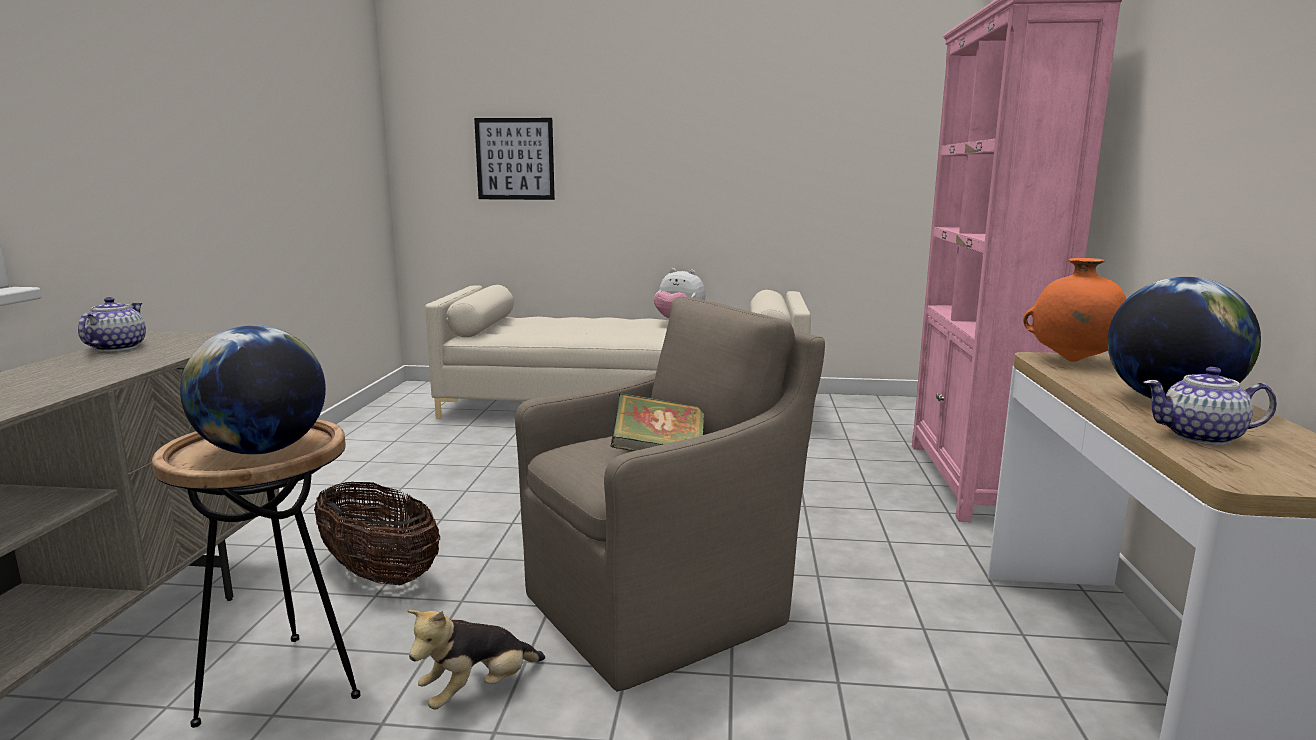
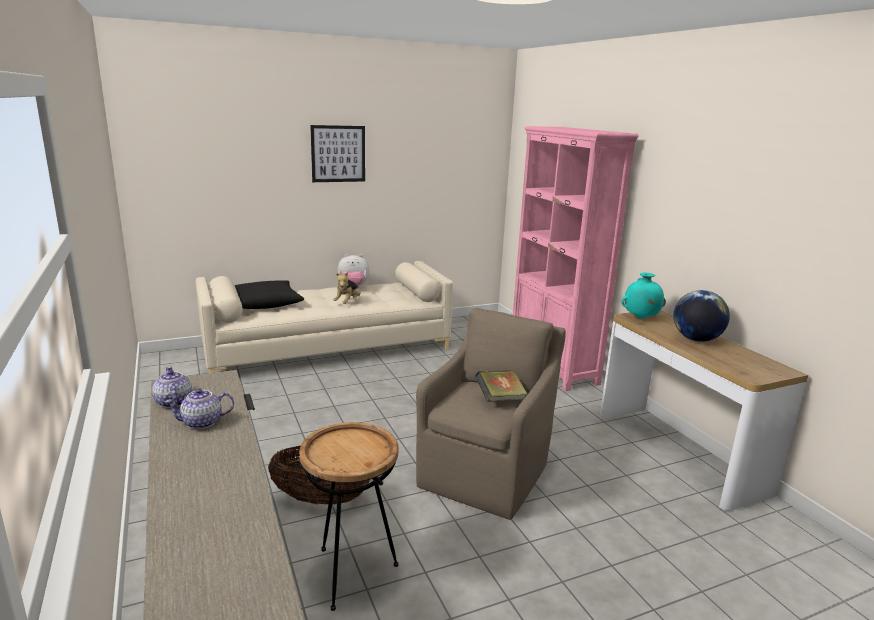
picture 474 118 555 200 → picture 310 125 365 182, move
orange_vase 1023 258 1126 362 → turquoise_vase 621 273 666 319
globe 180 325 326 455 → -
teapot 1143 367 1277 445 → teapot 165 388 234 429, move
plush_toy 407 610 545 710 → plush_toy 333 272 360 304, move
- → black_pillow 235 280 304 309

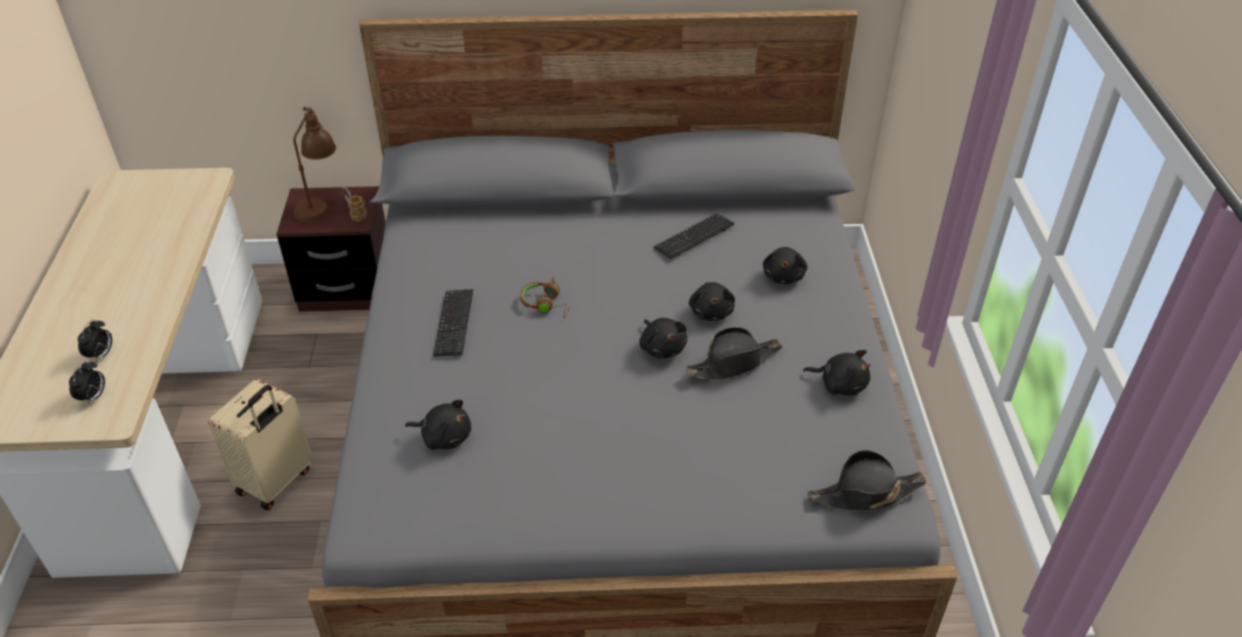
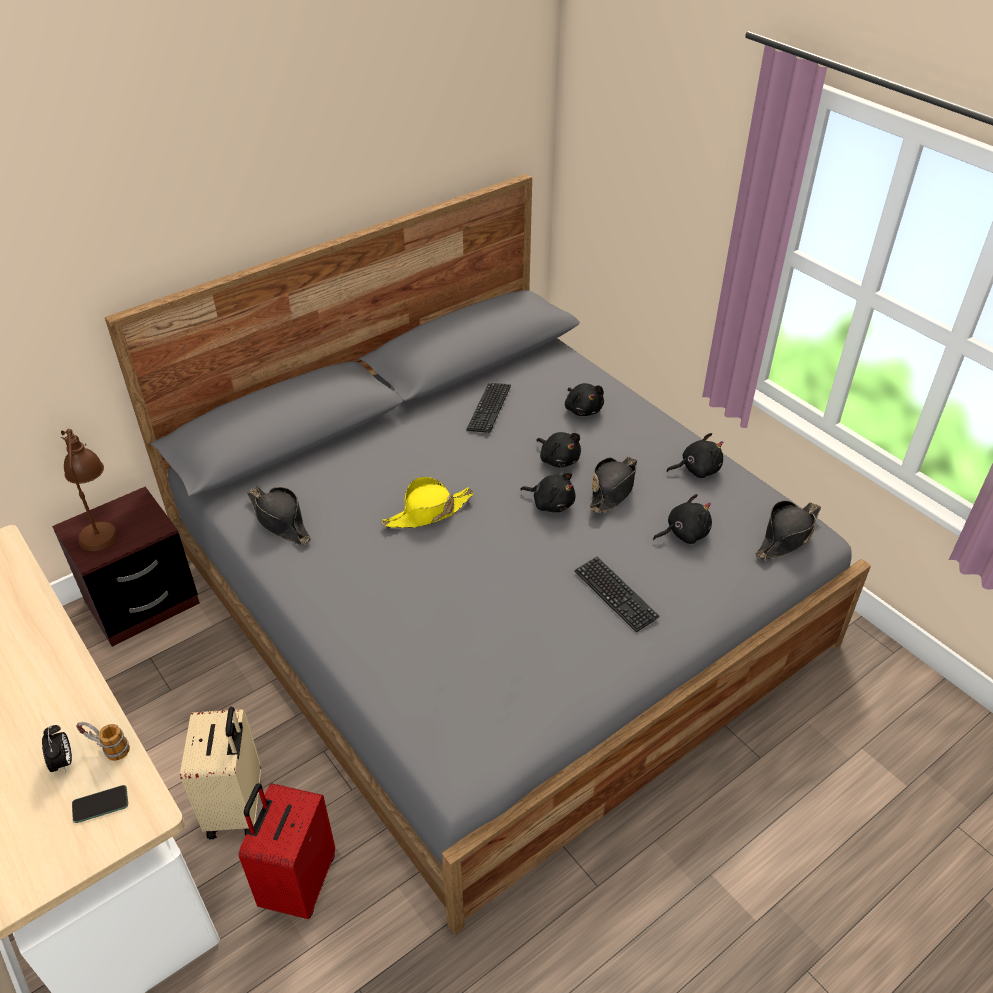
mug 342 187 367 222 → mug 76 722 130 761, move
brown_headphones 520 277 569 317 → yellow_hat 382 477 474 528
keyboard 433 289 473 357 → keyboard 574 557 660 633, move
alarm_clock 69 361 105 406 → phone 72 785 128 823
black_plush_toy 405 400 471 450 → black_plush_toy 653 494 712 544, move
- → black_hat 247 486 311 545
- → red_suitcase 239 783 335 919

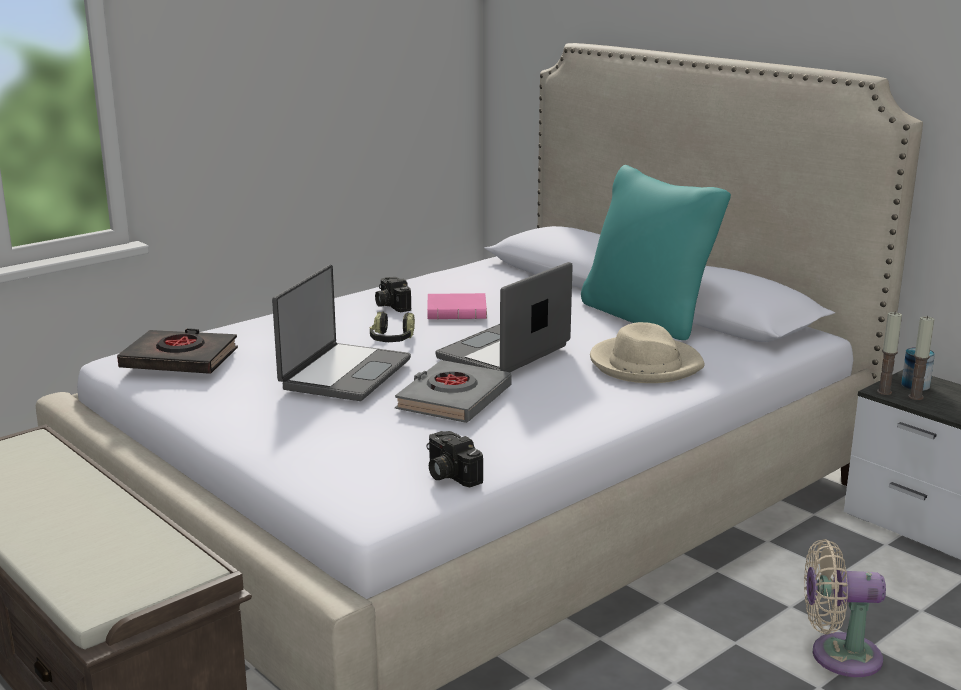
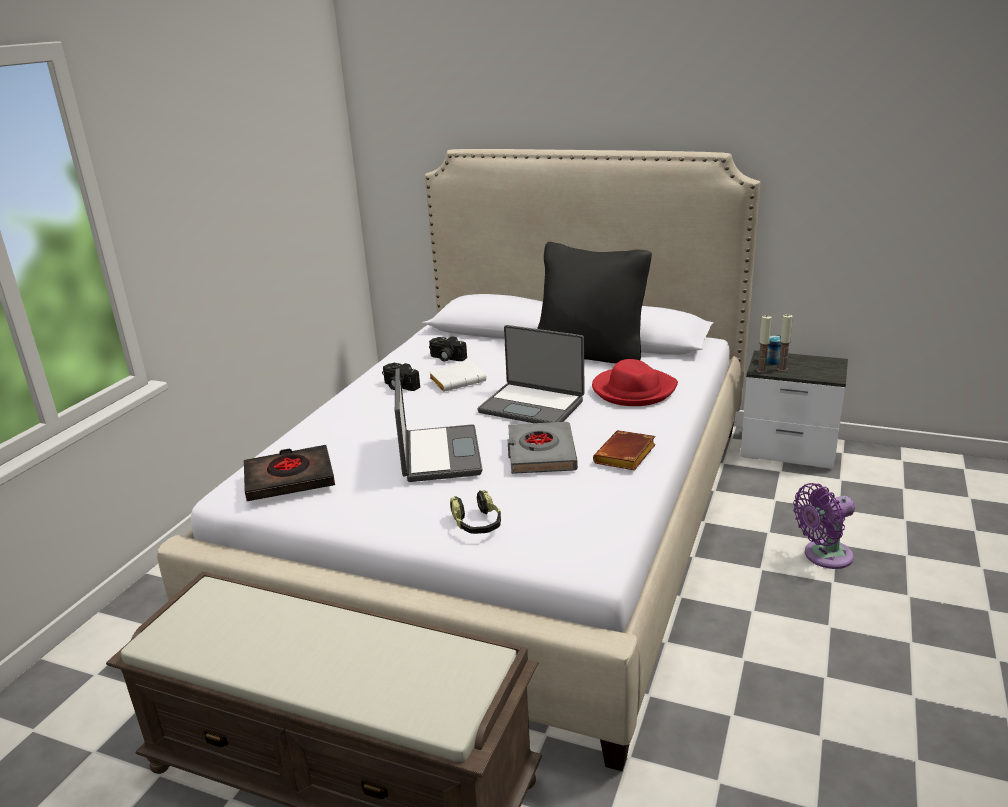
turquoise_pillow 581 165 731 340 → black_pillow 537 242 652 364
laptop 435 262 573 372 → laptop 478 325 585 423, 75 degrees counterclockwise
pink_book 427 293 487 319 → white_book 429 361 486 392
headphones 370 311 415 342 → headphones 450 490 501 534, move
beige_hat 590 322 705 383 → red_hat 592 359 678 406
photo_camera 426 431 483 487 → photo_camera 429 336 467 361, move
beige_fan 804 539 886 677 → purple_fan 793 483 855 569
- → brown_book 593 430 656 470

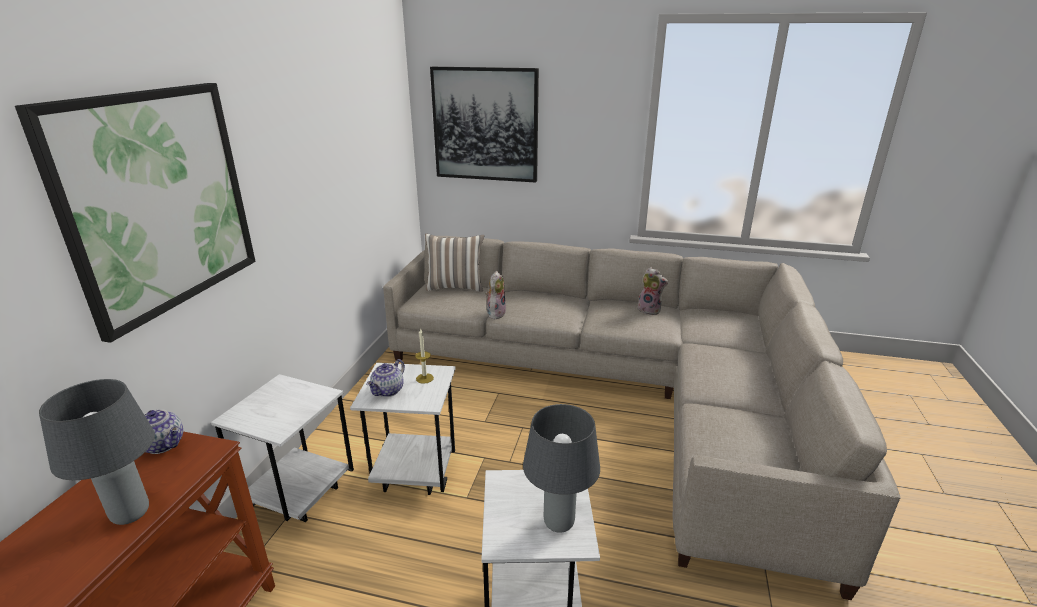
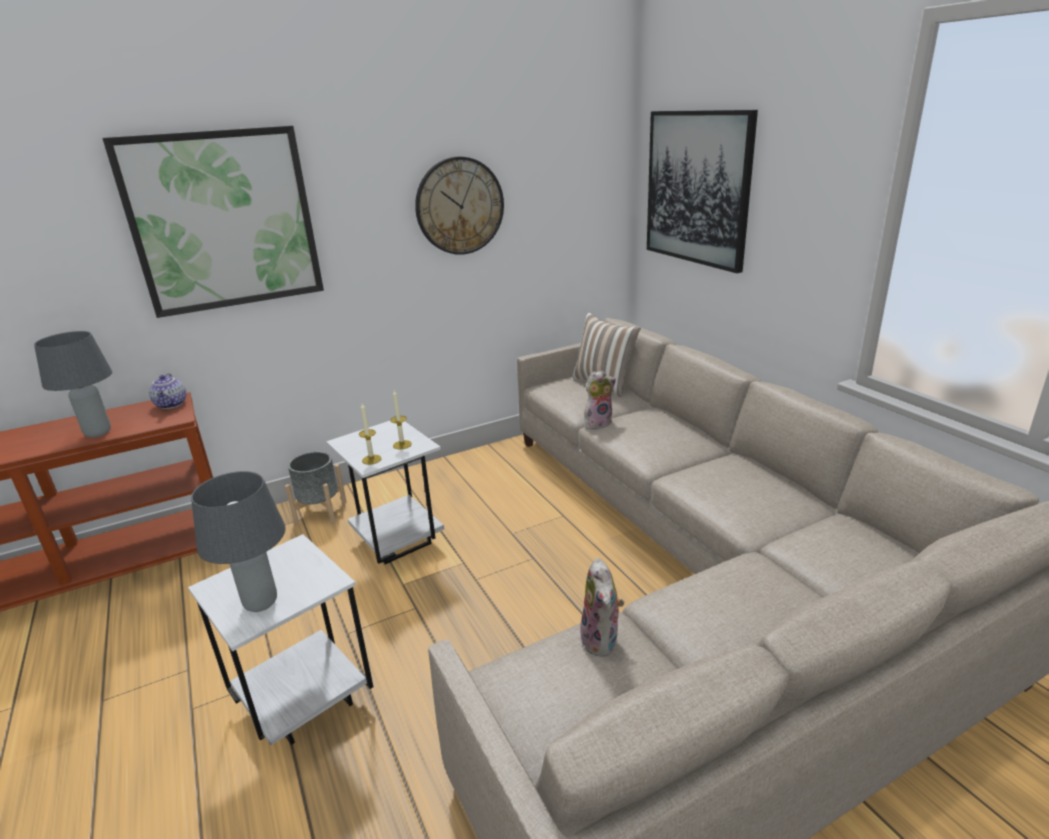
plush_toy 637 267 668 315 → plush_toy 579 558 624 657, move
teapot 366 359 405 397 → -
white_side_table 211 374 354 522 → grey_planter 285 451 347 525
- → wall_clock 415 157 504 255
- → candle 359 403 382 465

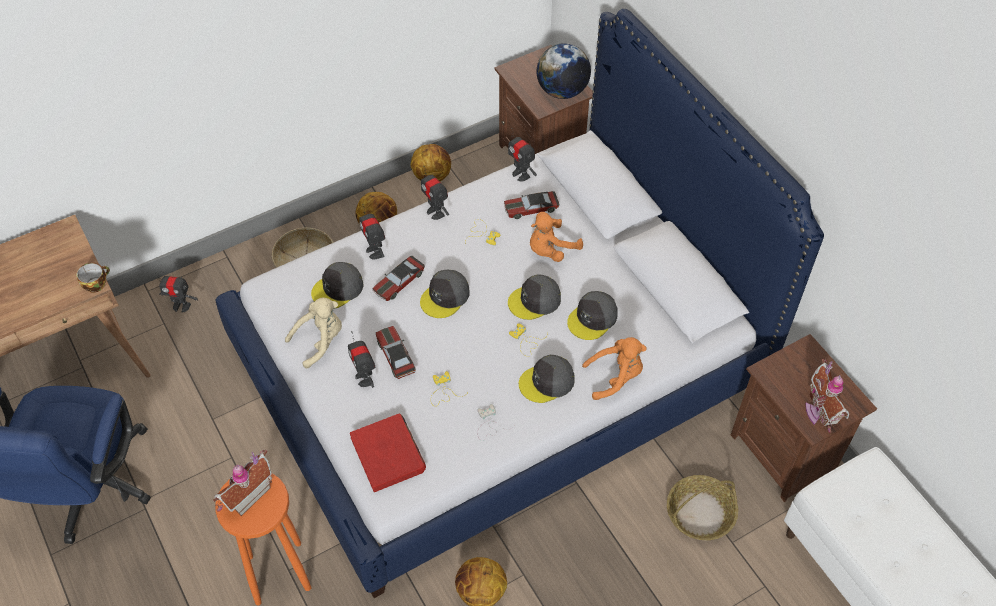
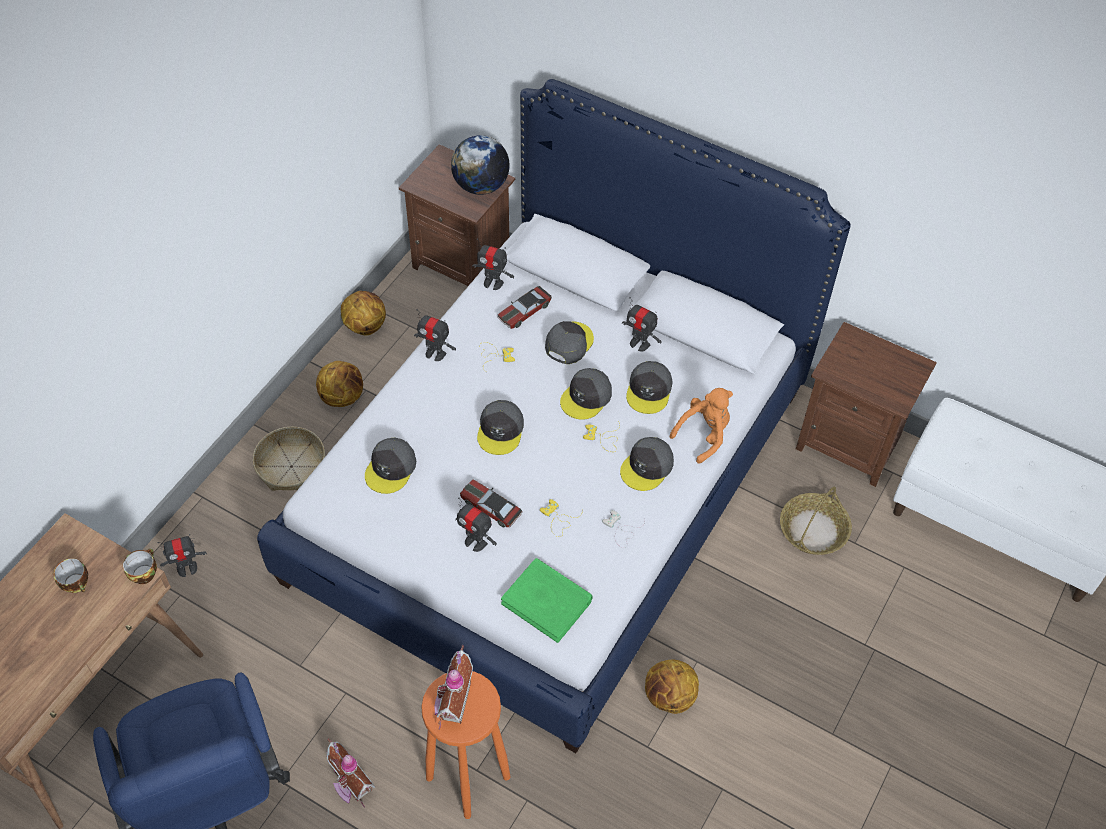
toy_robot 359 204 385 259 → toy_robot 622 297 662 352, move
orange_plush_toy 530 212 583 262 → grey_cap 545 321 594 364
toy_car 372 256 425 301 → -
beige_plush_toy 285 298 342 368 → -
toy_house 805 358 849 433 → toy_house 327 739 375 807, move
red_book 350 414 426 492 → green_book 501 558 593 643
- → cup 54 558 88 593

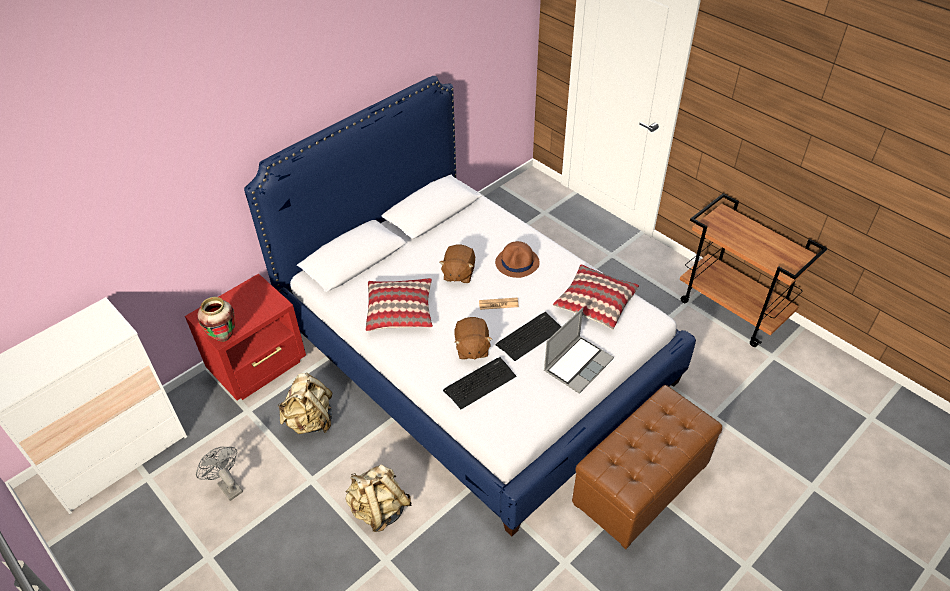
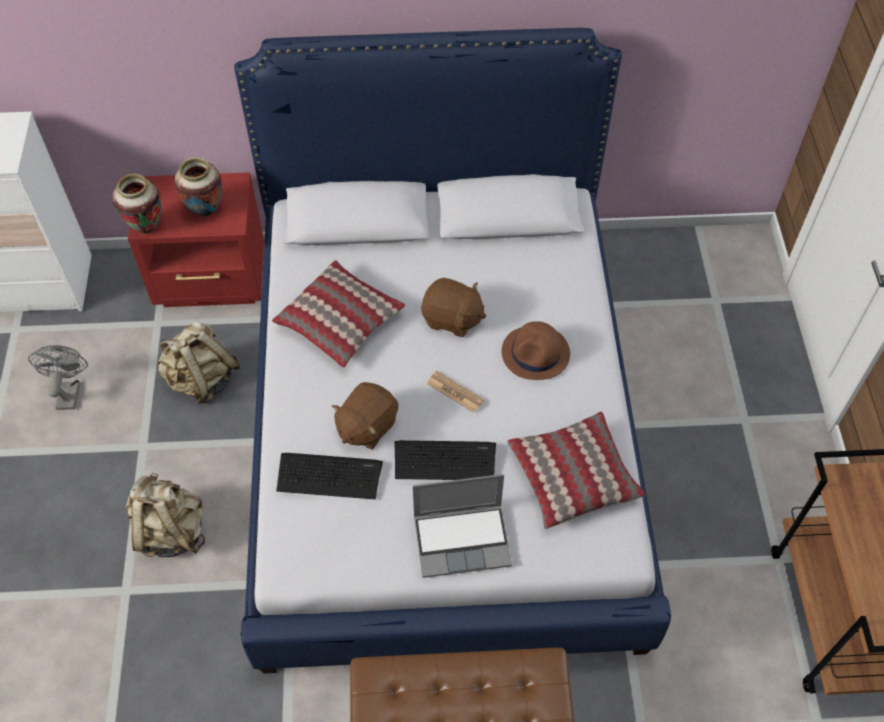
brown_plush_toy 439 244 475 283 → brown_plush_toy 421 278 486 337, 120 degrees counterclockwise
- → vase 175 157 222 217

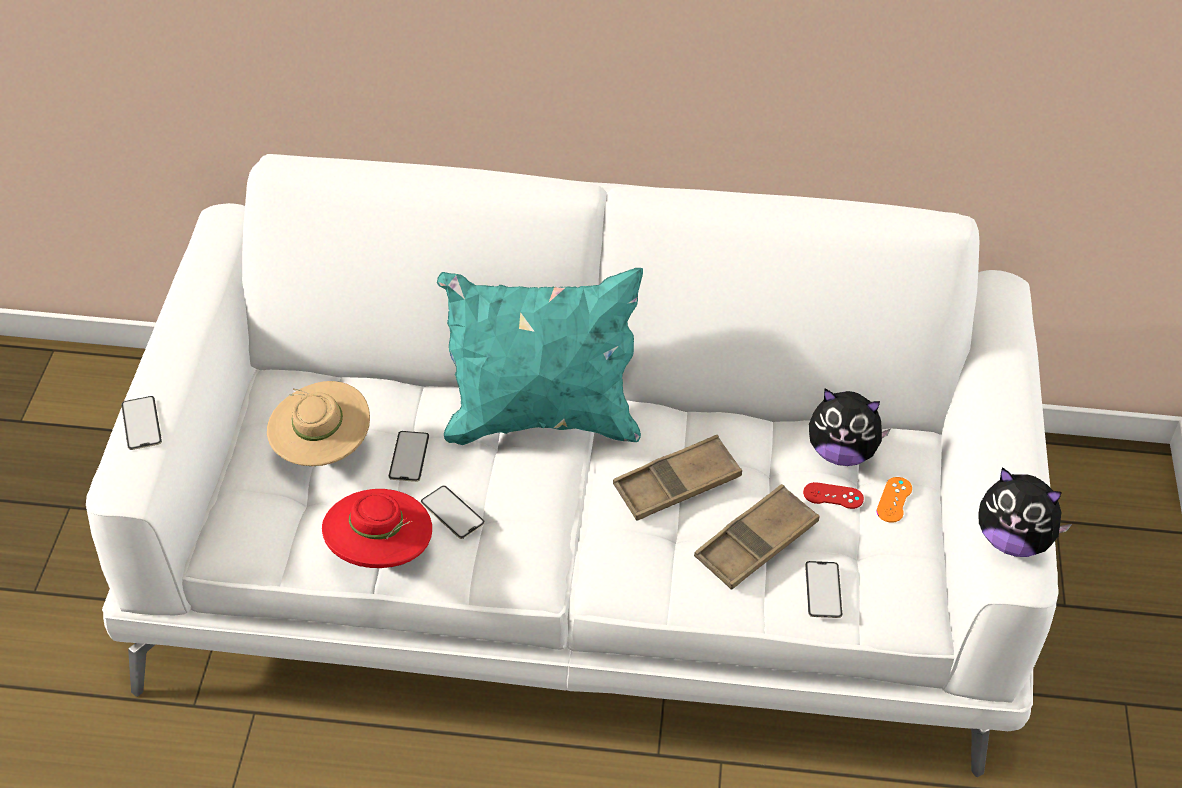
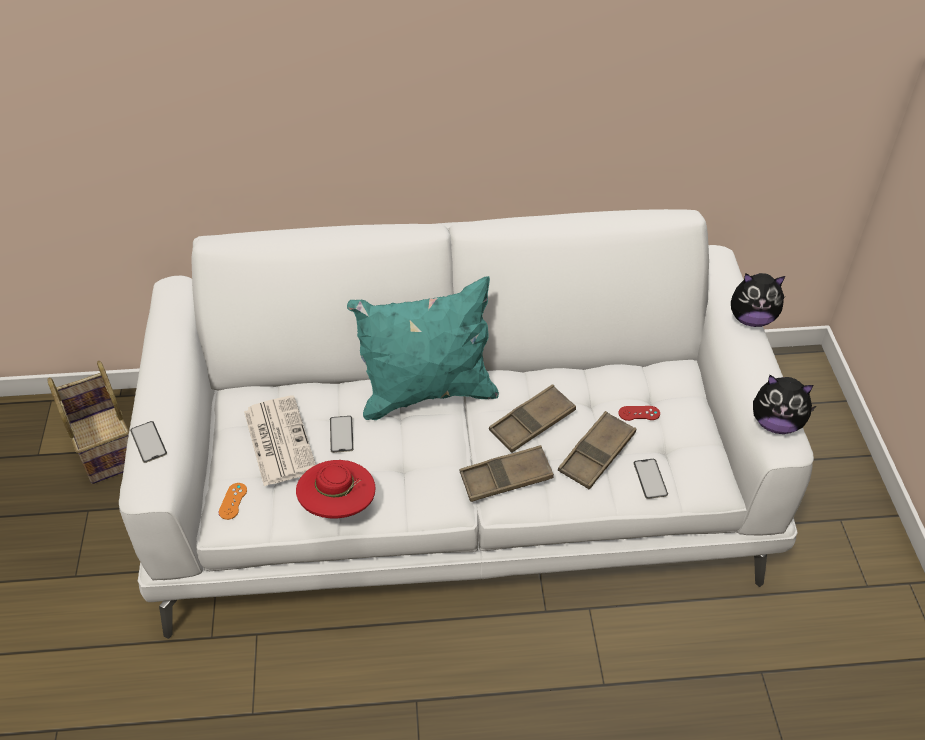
beige_hat 267 381 370 466 → newspaper 244 395 316 486
plush_toy 809 389 891 466 → plush_toy 731 273 785 327, move
orange_game_controller 877 477 912 523 → orange_game_controller 219 483 247 520, move
phone 421 486 485 539 → -
- → basket 47 361 129 484
- → brown_tray 459 445 554 502

